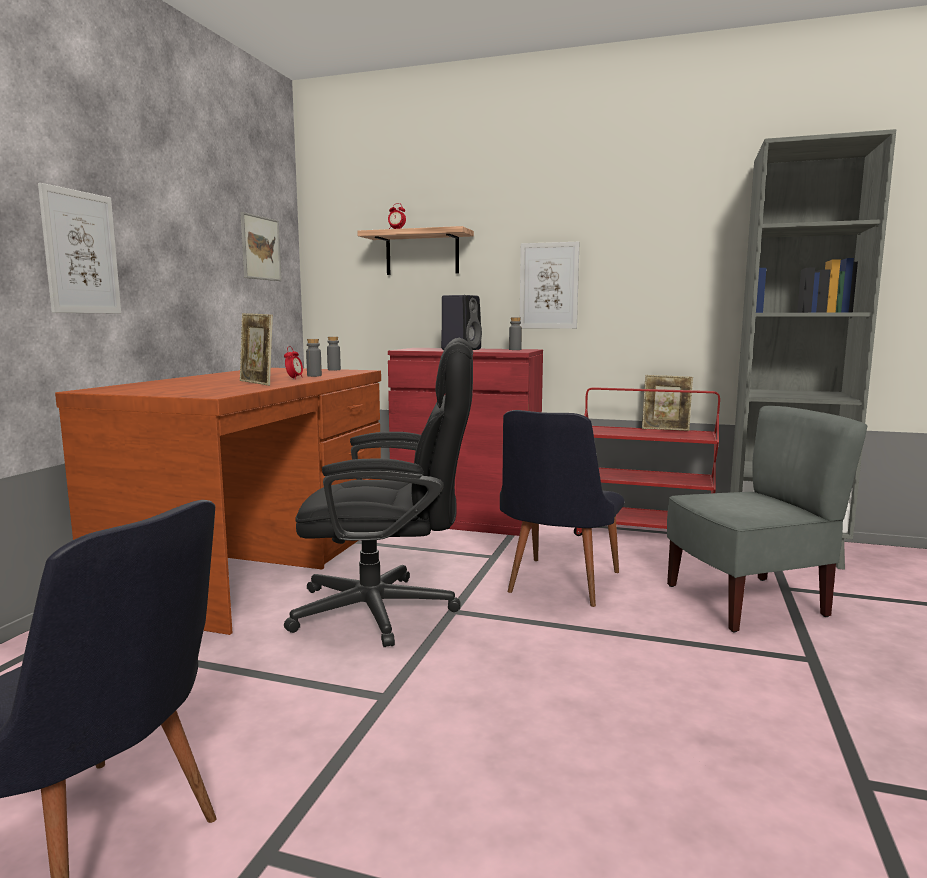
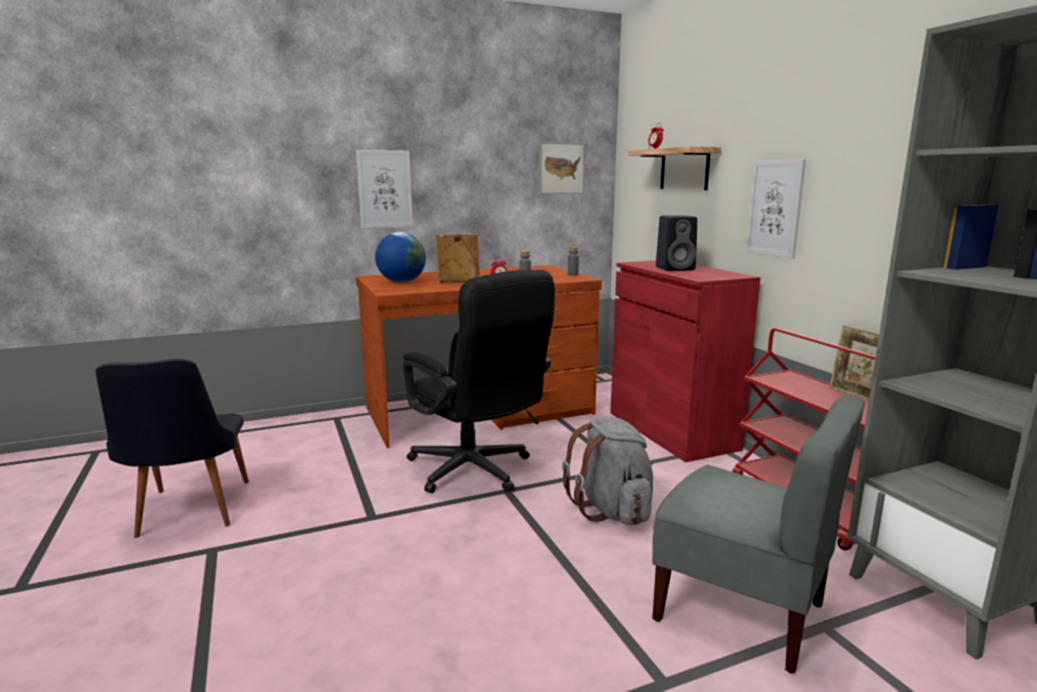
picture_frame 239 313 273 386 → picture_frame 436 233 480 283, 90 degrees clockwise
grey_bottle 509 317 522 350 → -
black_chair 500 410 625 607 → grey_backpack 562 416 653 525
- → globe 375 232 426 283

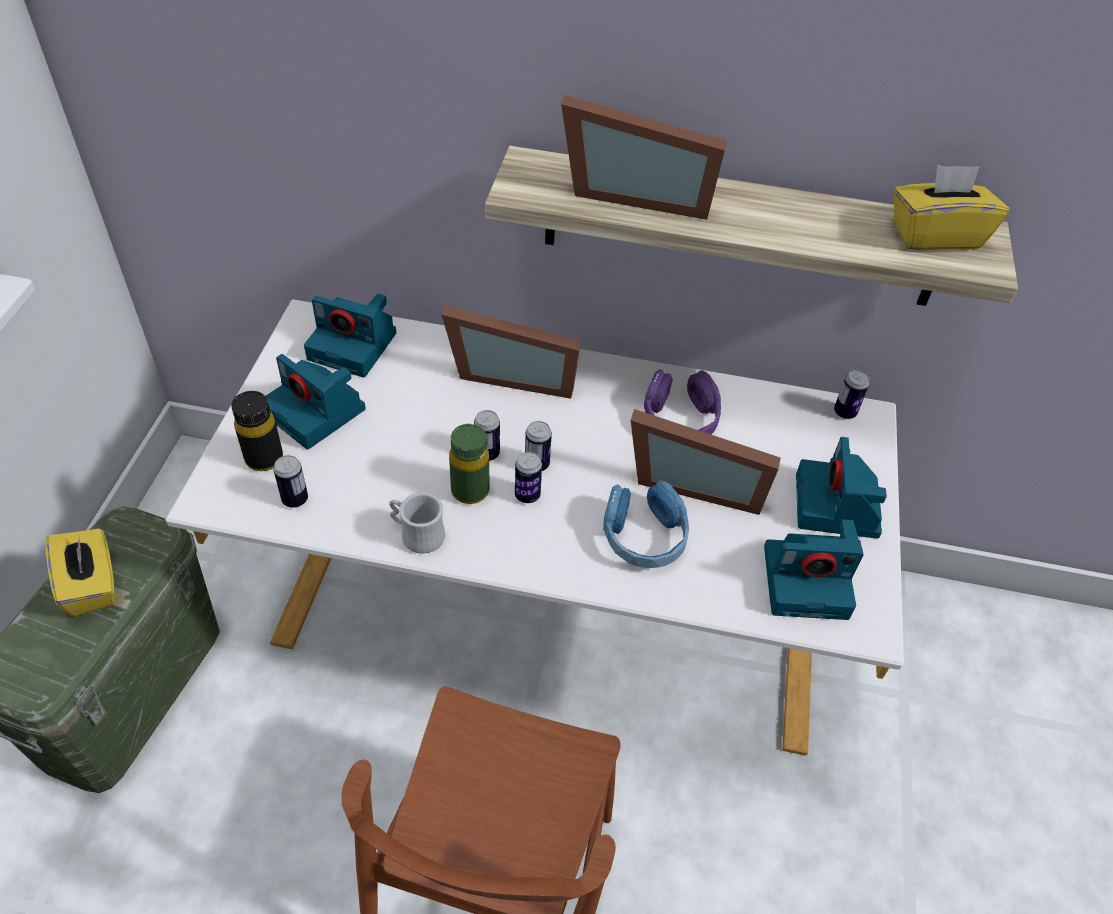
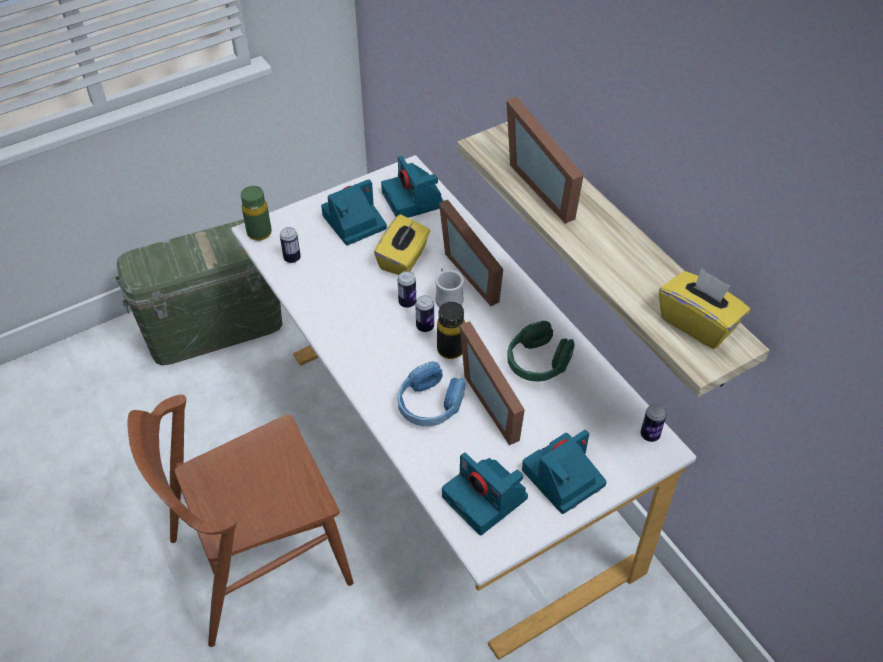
photo_camera 266 354 366 450 → photo_camera 321 179 387 246, 60 degrees clockwise
purple_headphones 644 369 721 435 → green_headphones 508 321 575 382
black_bottle 231 391 283 471 → black_bottle 437 302 465 359, move
green_bottle 449 424 489 504 → green_bottle 241 186 272 241, move
can 515 452 542 503 → -
white_mug 389 492 445 554 → white_mug 435 268 464 308, move
yellow_tissue_box 45 529 115 617 → yellow_tissue_box 374 214 430 275, move

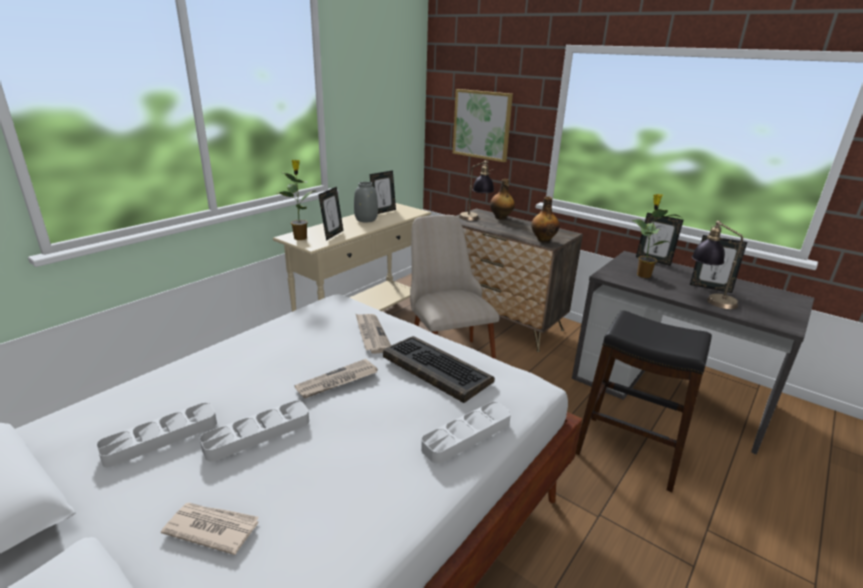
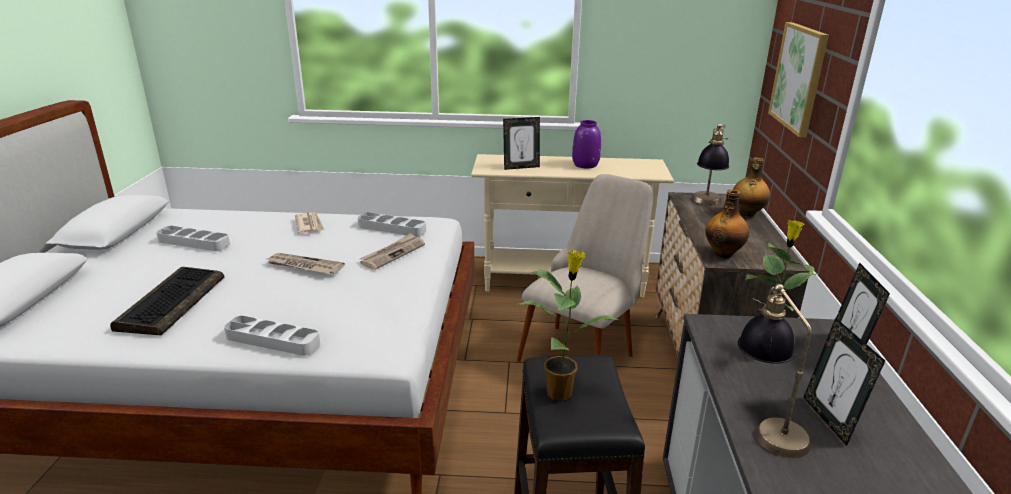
potted_plant 276 160 316 240 → potted_plant 518 250 619 401, move
picture_frame 370 170 396 214 → -
grey_vase 354 182 378 222 → purple_vase 572 120 601 169
keyboard 383 336 495 403 → keyboard 110 267 224 335, move
grey_tray 200 400 309 461 → grey_tray 357 212 426 237, move
newspaper 161 503 259 555 → newspaper 295 212 325 234, move

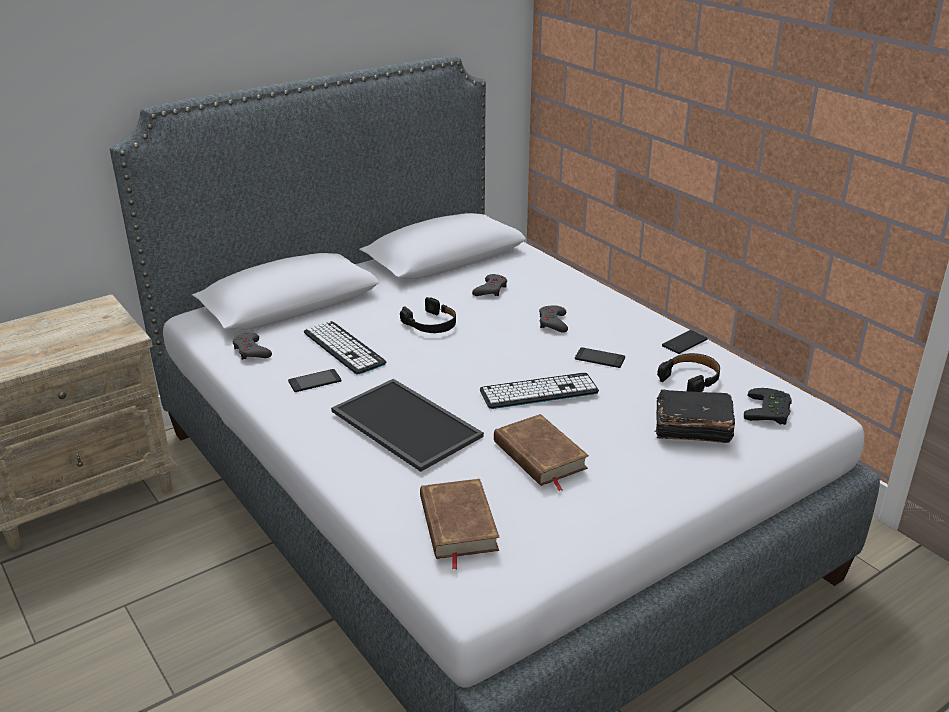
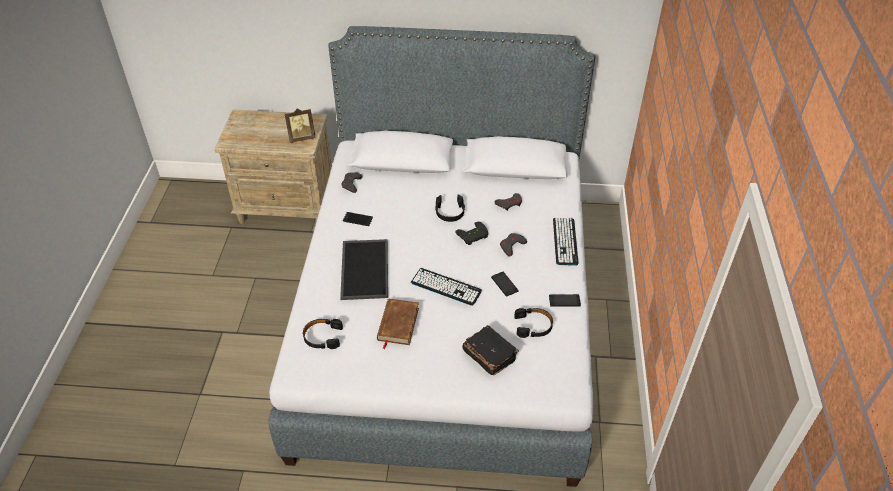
keyboard 304 321 386 374 → keyboard 553 218 579 266, move
black_game_controller 744 388 792 425 → black_game_controller 455 222 488 245, move
brown_book 420 479 500 570 → black_headphones 303 319 343 349
- → picture_frame 284 108 316 143

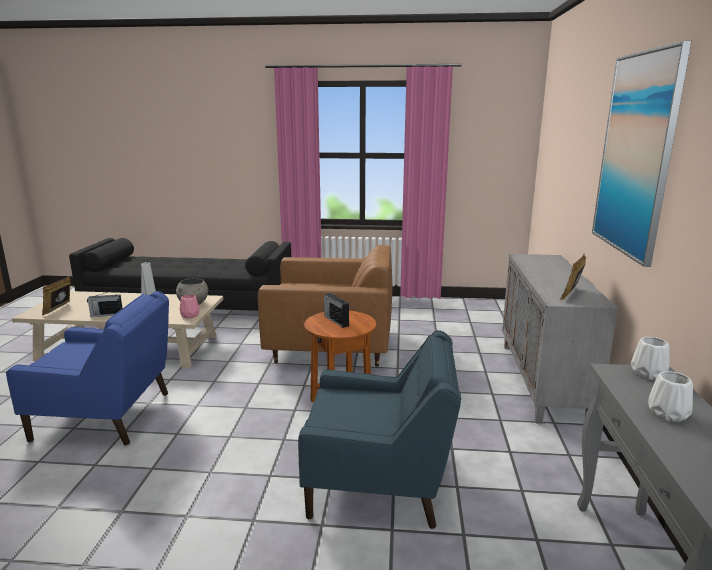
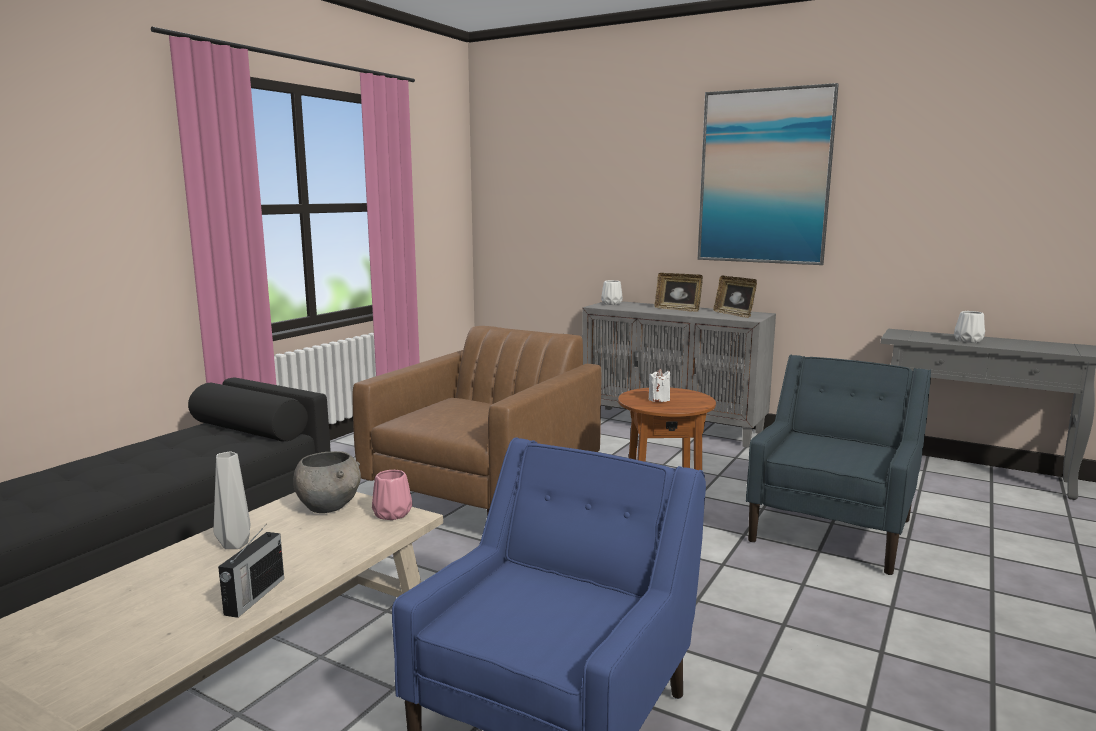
picture_frame 42 276 71 315 → picture_frame 655 273 703 312, move
radio 324 293 349 328 → white_candle 649 369 670 402
white_vase 631 337 669 380 → white_vase 601 280 623 305, move

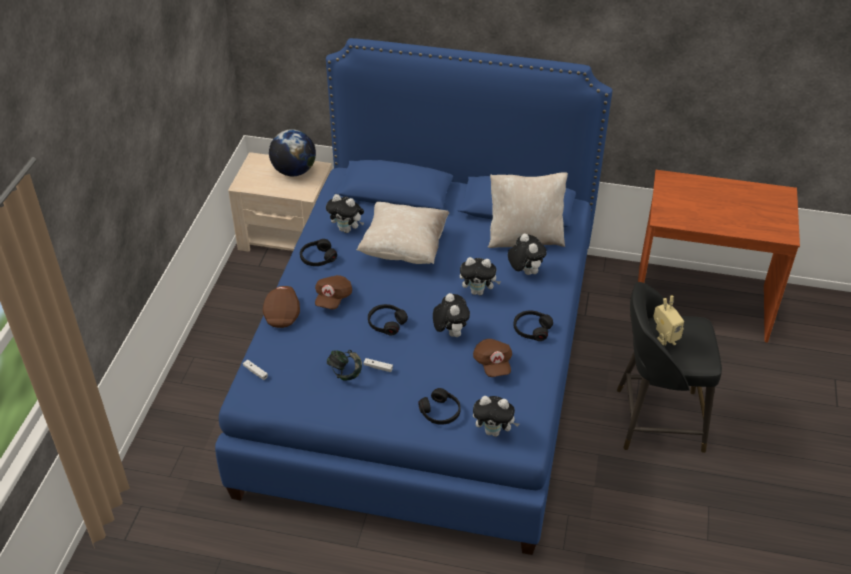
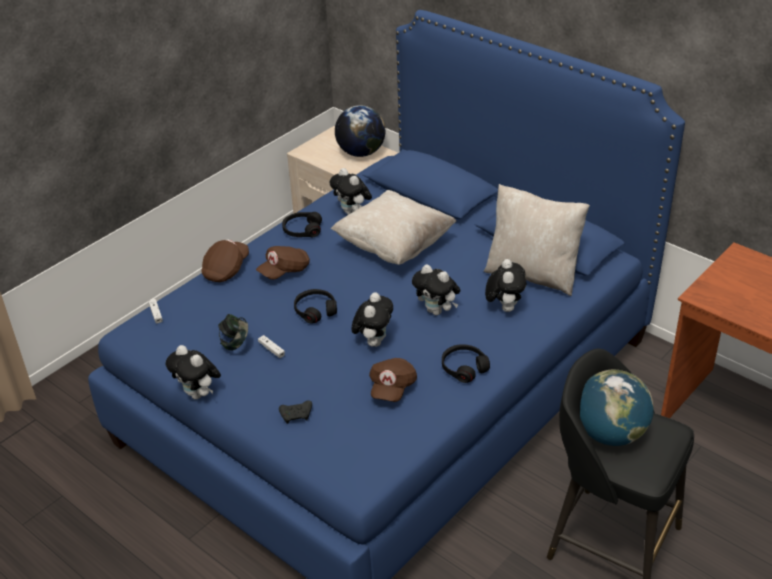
toy_robot 653 296 684 346 → globe 580 369 654 446
black_headphones 418 388 461 425 → black_game_controller 279 400 312 424
plush_toy 473 396 519 437 → plush_toy 165 345 221 399, move

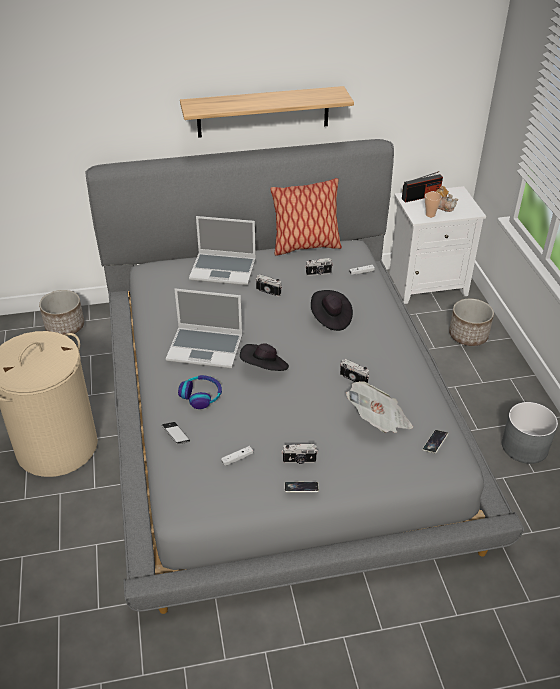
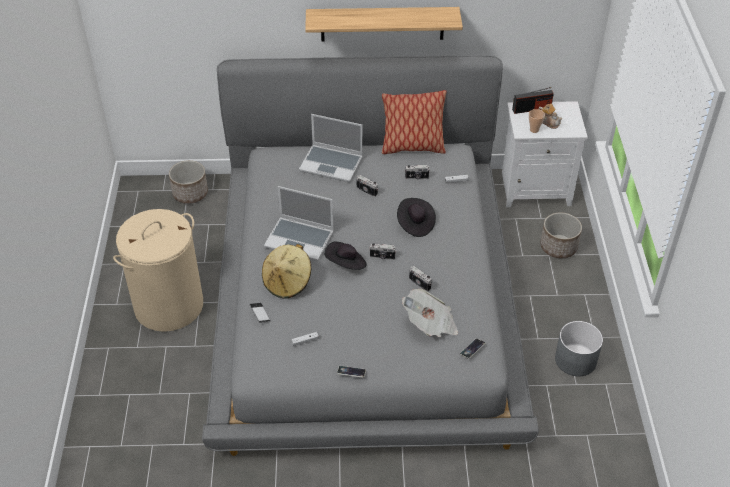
headphones 178 375 222 409 → beige_hat 262 244 311 299
photo_camera 282 444 318 464 → photo_camera 369 243 396 260, move

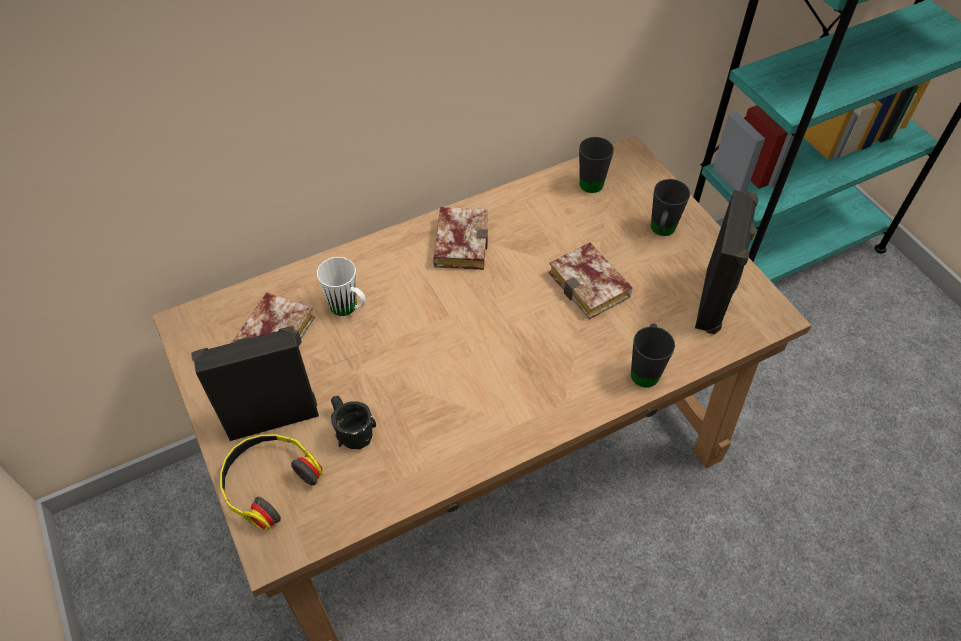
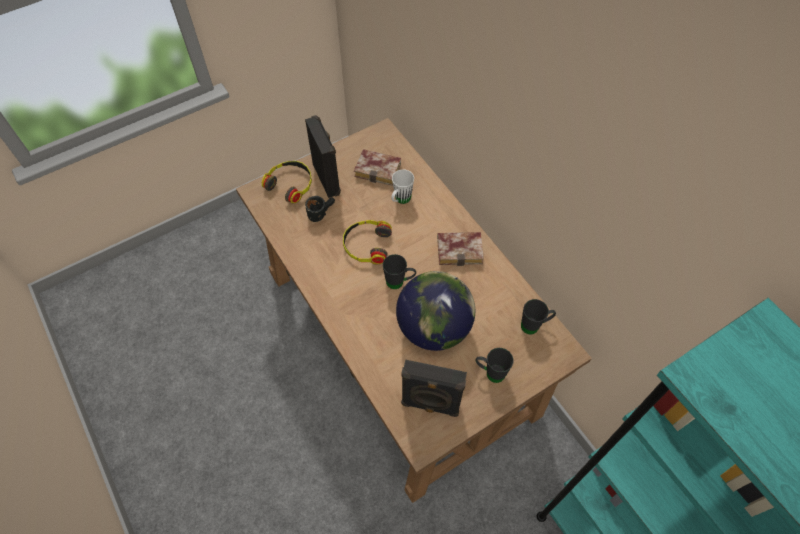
book 549 243 633 319 → globe 396 271 475 351
black_mug 631 323 675 388 → black_mug 383 254 416 289, move
- → headphones 343 220 392 264

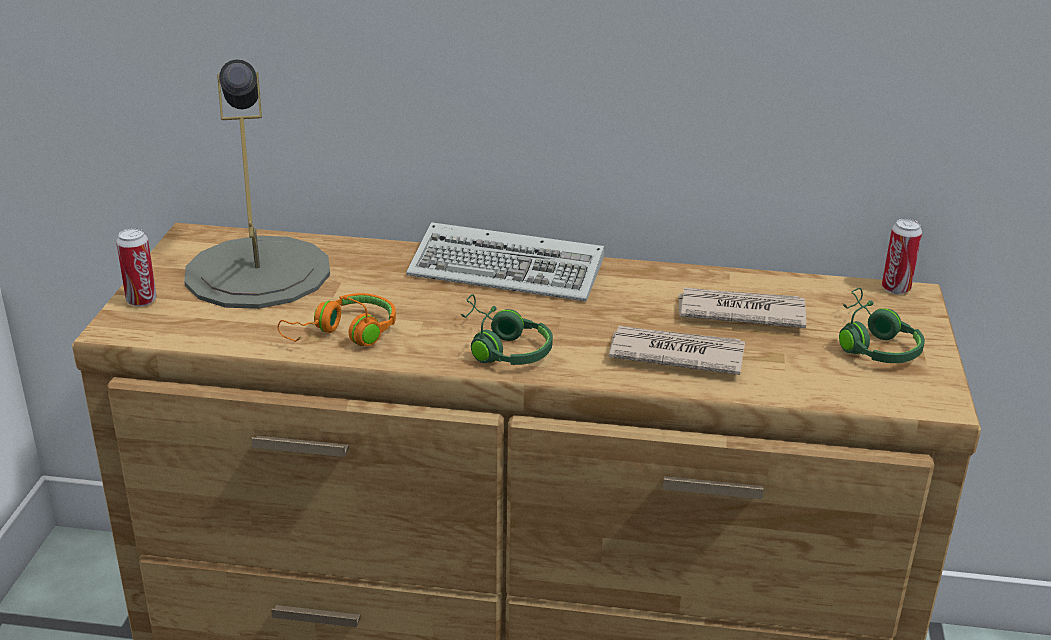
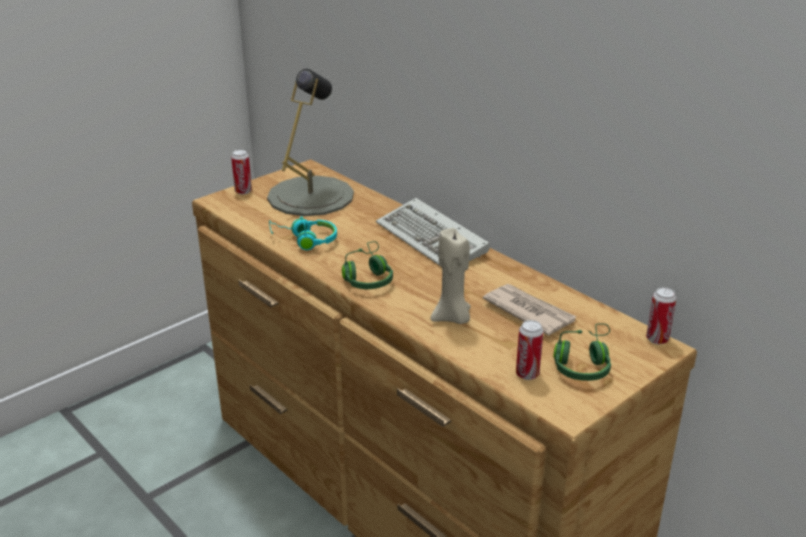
orange_headphones 278 293 396 346 → turquoise_headphones 269 216 337 250
newspaper 609 326 745 375 → beige_candle 431 228 471 324
- → can 516 320 543 380

